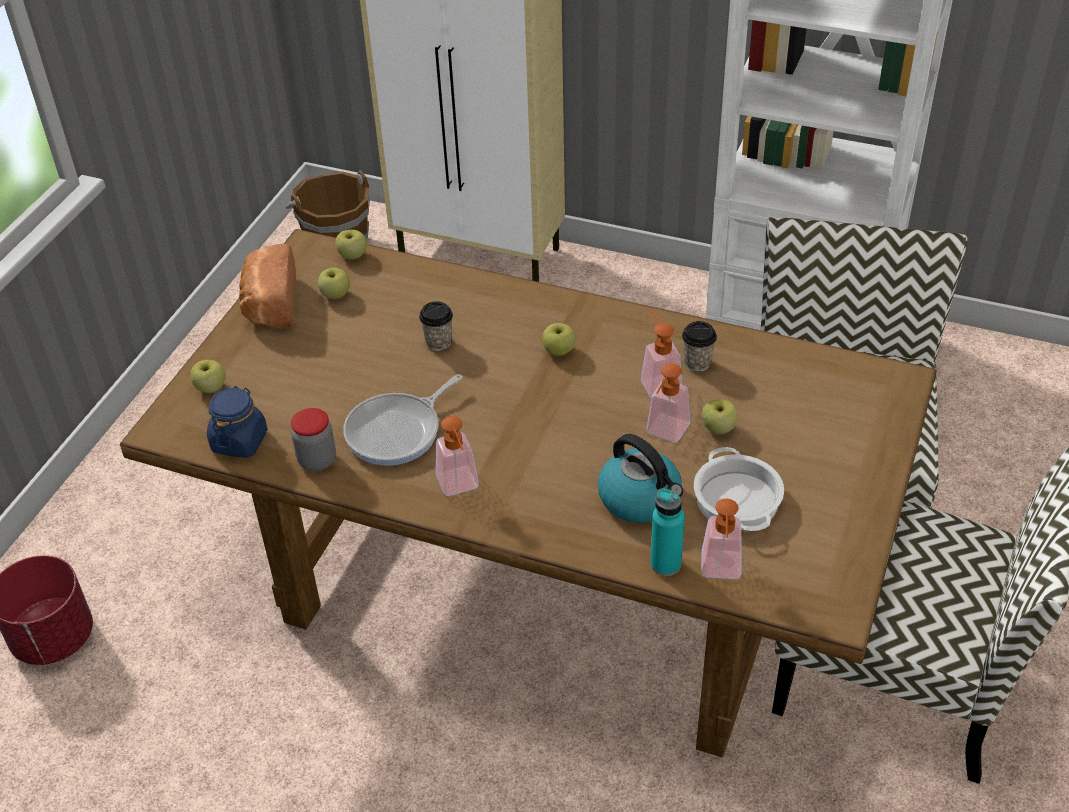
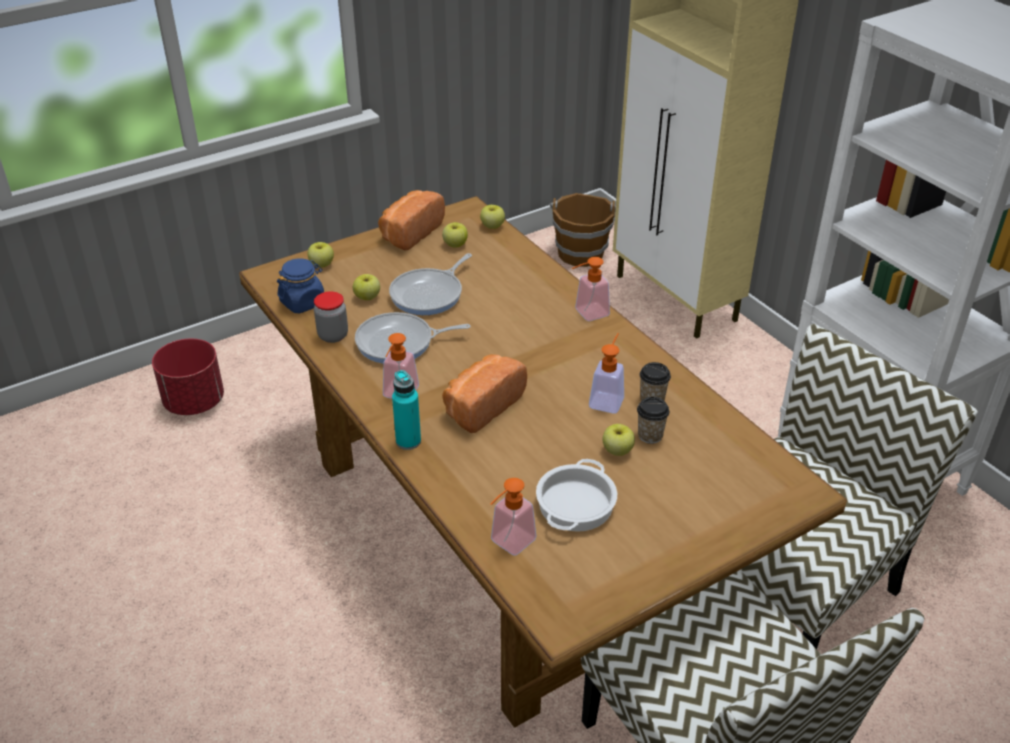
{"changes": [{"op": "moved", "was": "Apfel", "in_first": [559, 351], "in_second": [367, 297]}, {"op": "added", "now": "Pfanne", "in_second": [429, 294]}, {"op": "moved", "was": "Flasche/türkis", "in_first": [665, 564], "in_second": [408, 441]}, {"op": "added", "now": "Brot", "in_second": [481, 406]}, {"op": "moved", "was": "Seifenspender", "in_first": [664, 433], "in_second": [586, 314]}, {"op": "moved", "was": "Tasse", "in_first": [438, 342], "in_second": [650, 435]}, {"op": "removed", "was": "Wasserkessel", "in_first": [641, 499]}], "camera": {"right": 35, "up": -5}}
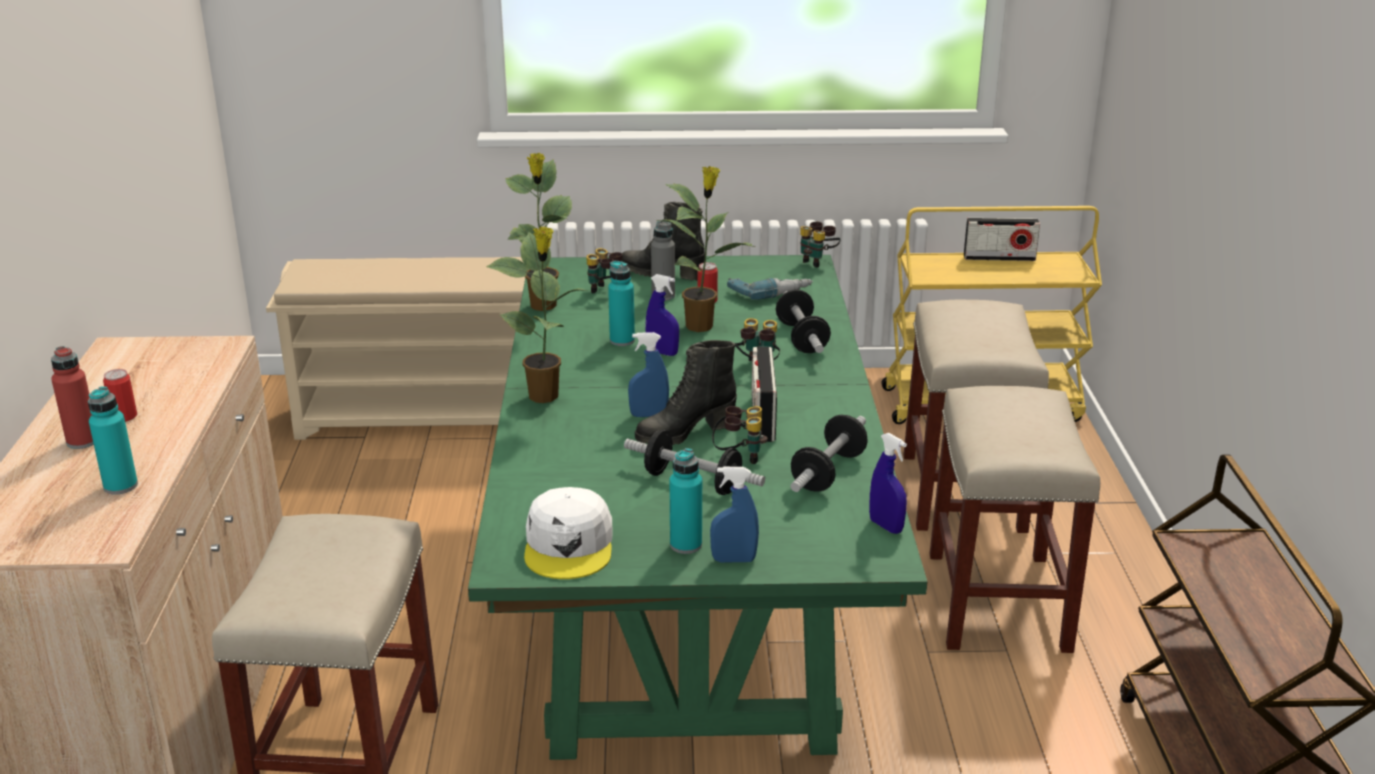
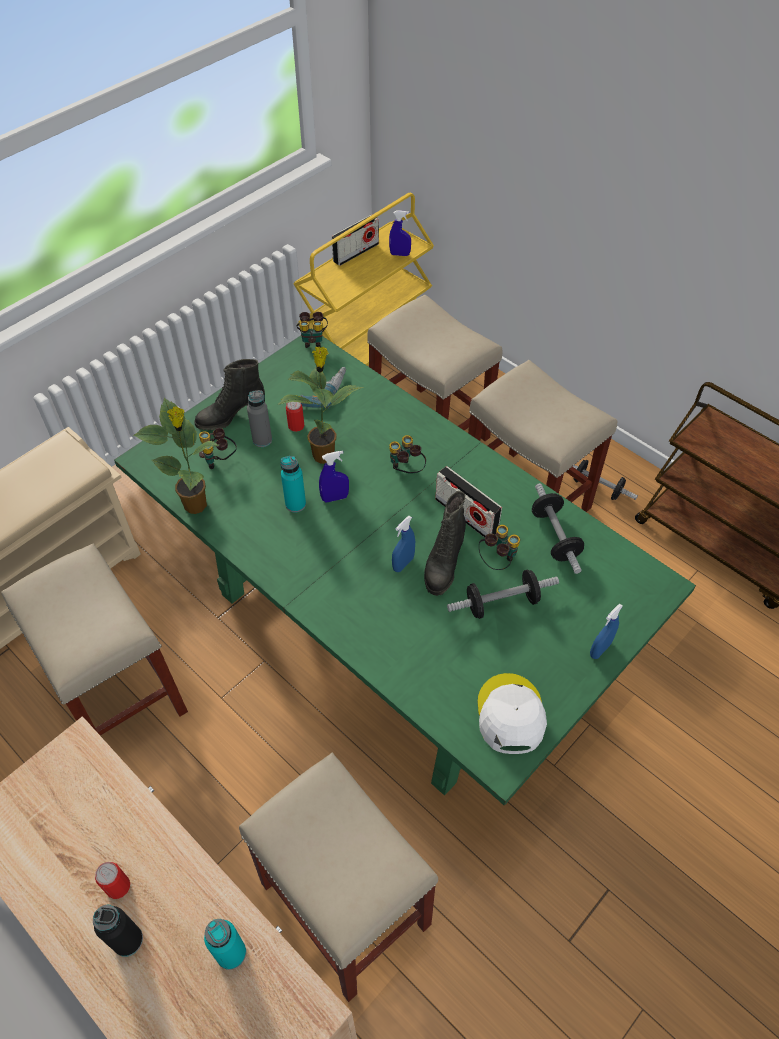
{"changes": [{"op": "added", "now": "Hocker/beige", "in_second": [117, 690]}, {"op": "recoloured", "was": "Flasche/rot", "now": "Flasche/schwarz", "in_first": [83, 441], "in_second": [127, 940]}, {"op": "moved", "was": "Sprühflasche/blau", "in_first": [886, 526], "in_second": [400, 254]}, {"op": "turned", "was": "Kappe/weiß", "in_first": [569, 545], "in_second": [510, 715], "clockwise": -135}, {"op": "moved", "was": "Hantel", "in_first": [801, 338], "in_second": [597, 487]}, {"op": "removed", "was": "Topfpflanze", "in_first": [545, 396]}, {"op": "removed", "was": "Flasche/türkis", "in_first": [686, 545]}], "camera": {"right": -45, "up": 25}}
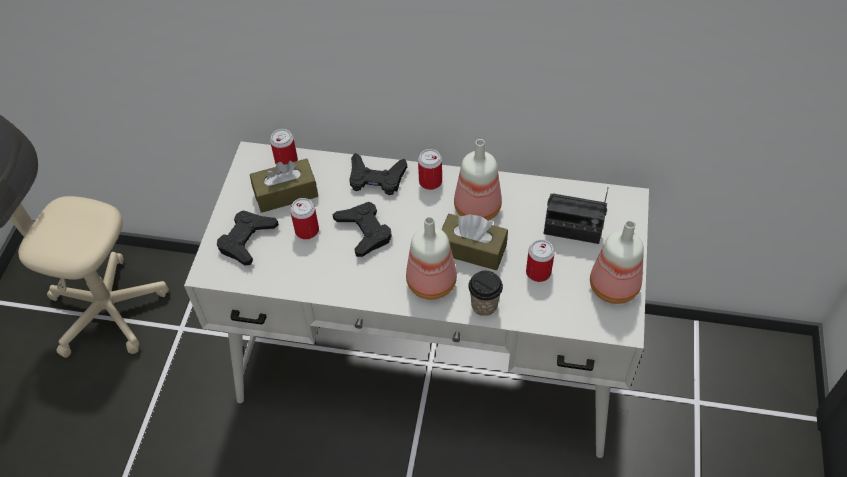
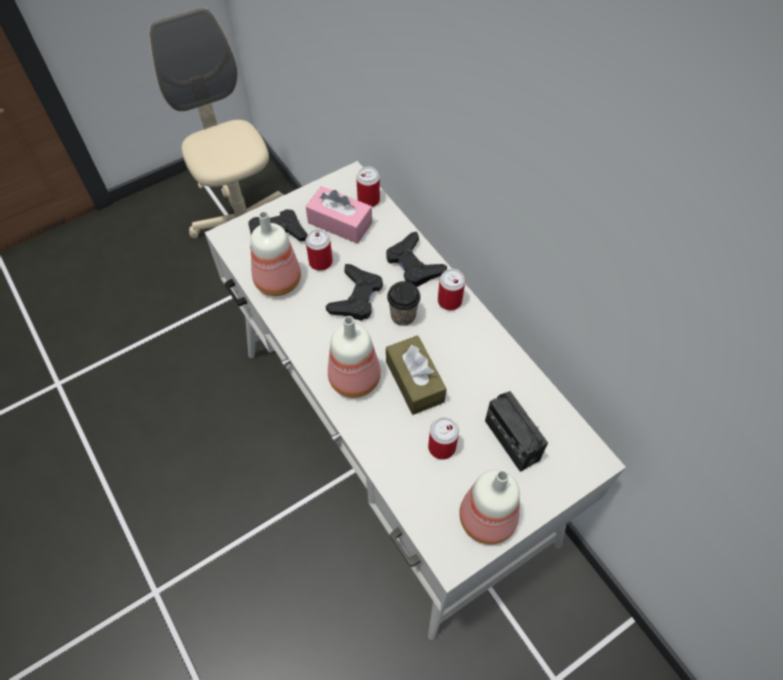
{"changes": [{"op": "moved", "was": "Flasche", "in_first": [478, 209], "in_second": [277, 282]}, {"op": "recoloured", "was": "Taschentuchbox/braun", "now": "Taschentuchbox/rosa", "in_first": [286, 193], "in_second": [340, 223]}, {"op": "moved", "was": "Tasse", "in_first": [484, 305], "in_second": [403, 315]}], "camera": {"right": 45, "up": 5}}
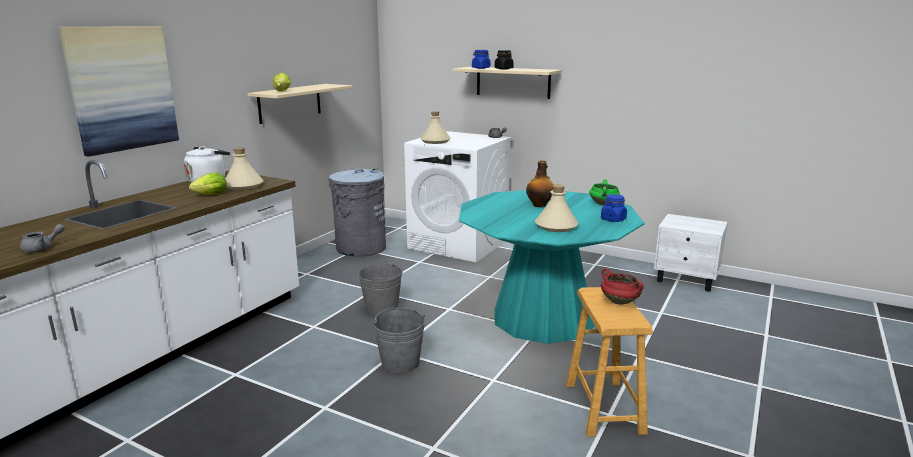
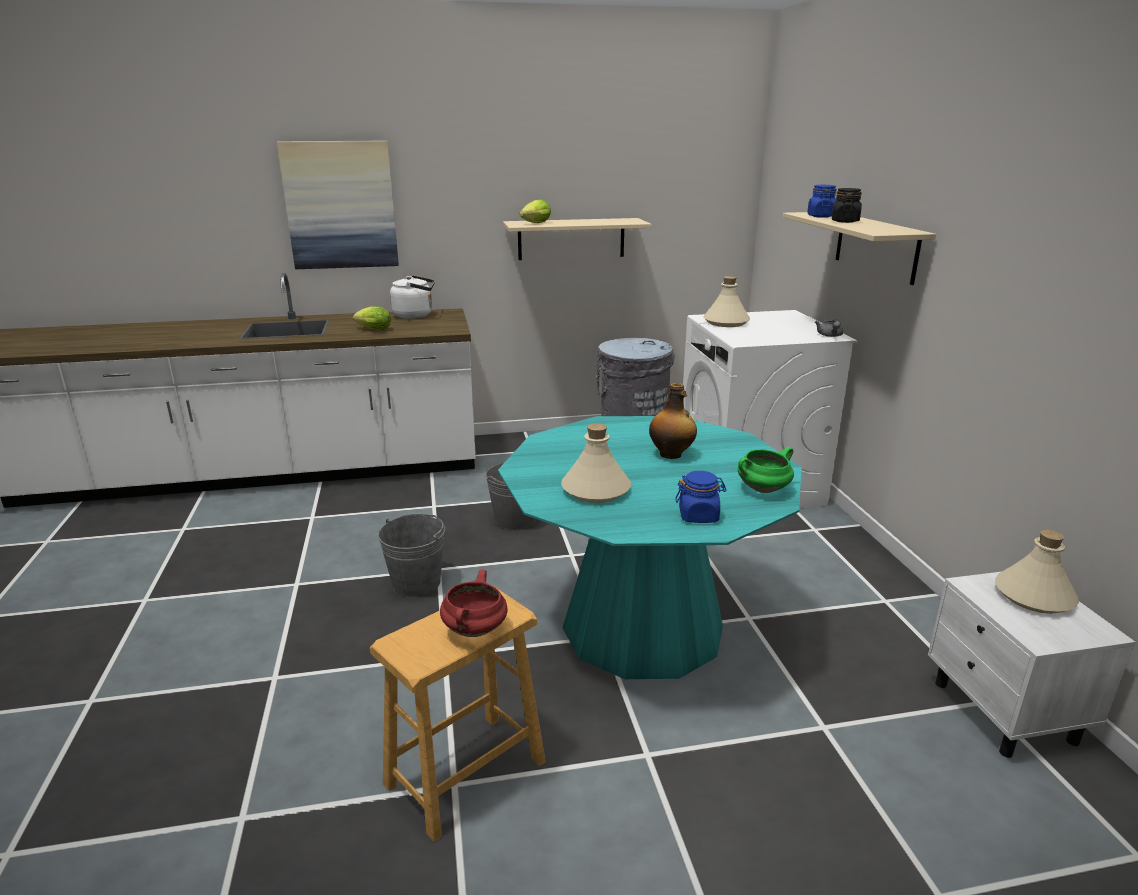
{"changes": [{"op": "moved", "was": "Flasche/beige", "in_first": [243, 186], "in_second": [1033, 596]}, {"op": "removed", "was": "Teekanne/grau", "in_first": [42, 248]}], "camera": {"right": 50, "up": 5}}
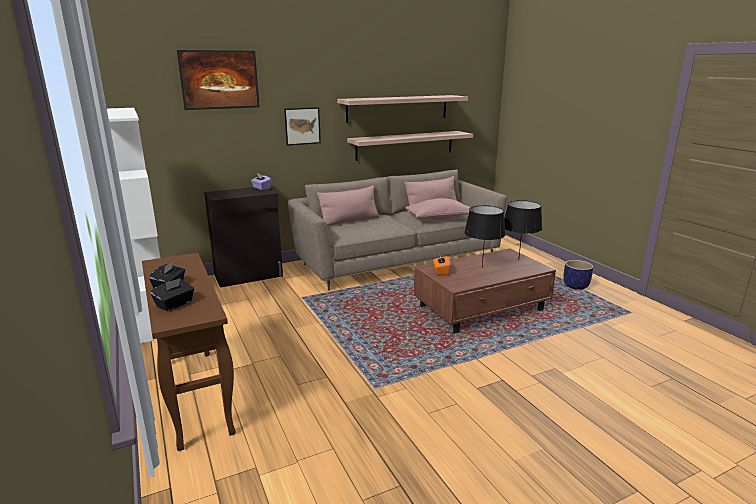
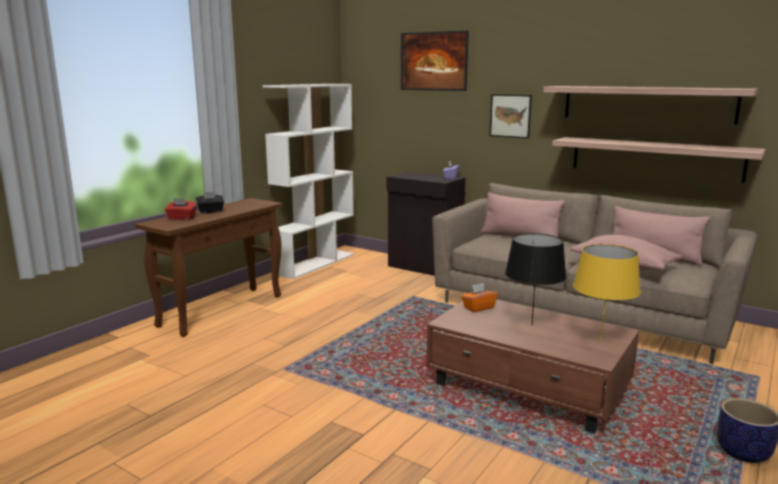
{"changes": [{"op": "recoloured", "was": "Taschentuchbox/schwarz", "now": "Taschentuchbox/rot", "in_first": [175, 304], "in_second": [181, 218]}, {"op": "recoloured", "was": "Tischlampe/schwarz", "now": "Tischlampe/gelb", "in_first": [518, 260], "in_second": [601, 342]}], "camera": {"right": 60, "up": -5}}
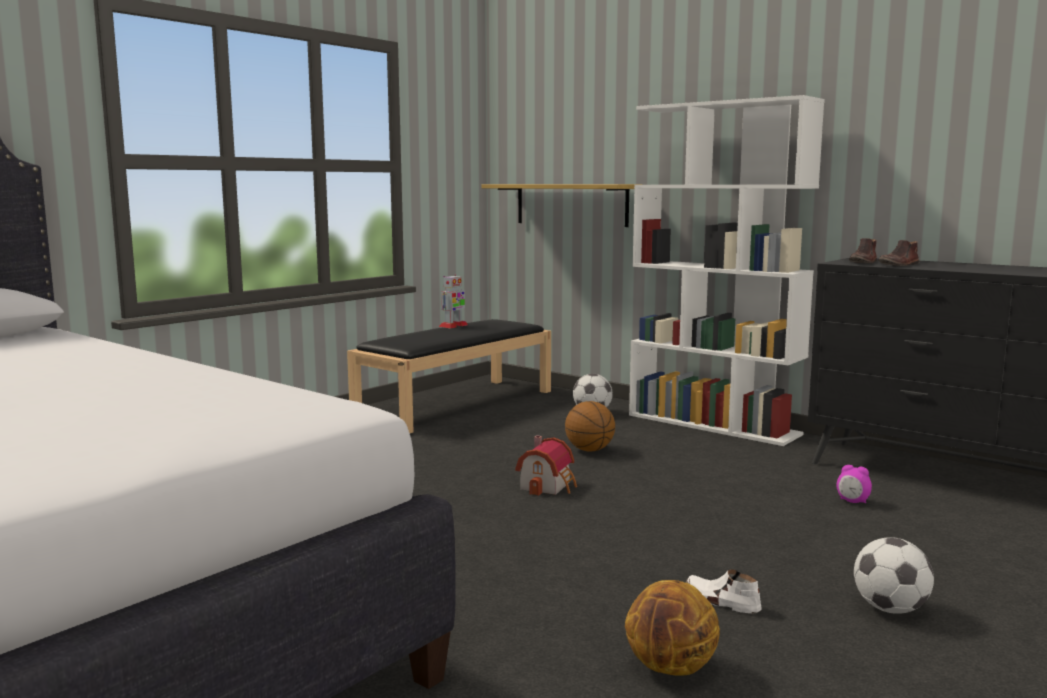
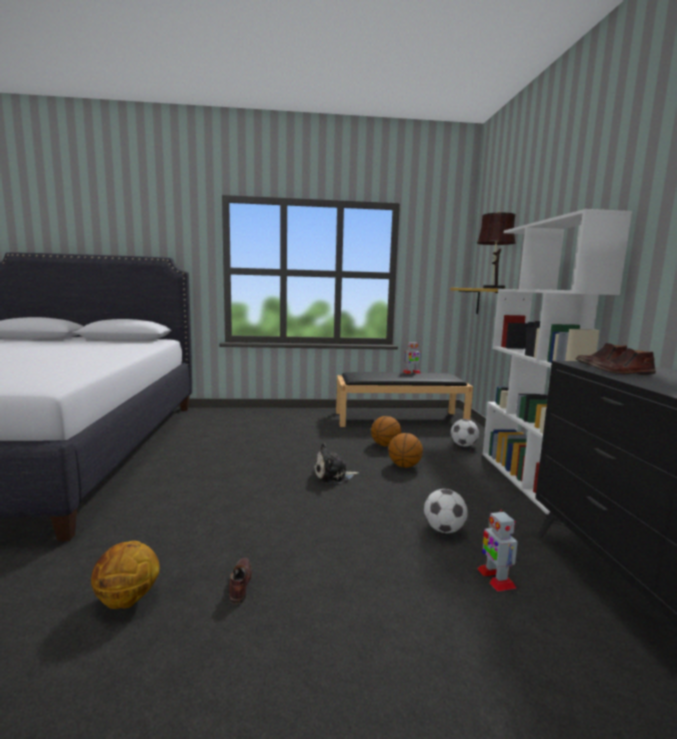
{"changes": [{"op": "recoloured", "was": "Schuh/weiß", "now": "Schuh/braun", "in_first": [721, 601], "in_second": [239, 584]}, {"op": "replaced", "was": "Spielzeughaus", "now": "Plüschtier", "in_first": [548, 485], "in_second": [333, 476]}, {"op": "added", "now": "Basketball", "in_second": [385, 445]}, {"op": "moved", "was": "Fußball", "in_first": [890, 609], "in_second": [443, 530]}, {"op": "added", "now": "Tischlampe/braun", "in_second": [492, 288]}, {"op": "replaced", "was": "Wecker", "now": "Spielzeugroboter", "in_first": [852, 501], "in_second": [495, 578]}], "camera": {"right": 45, "up": 0}}
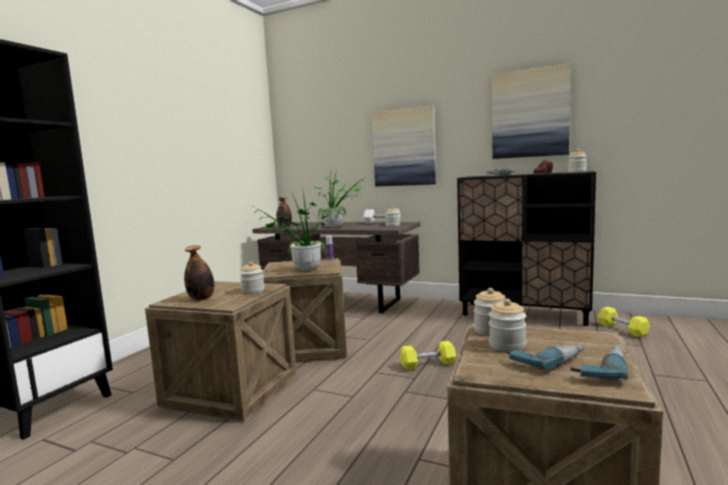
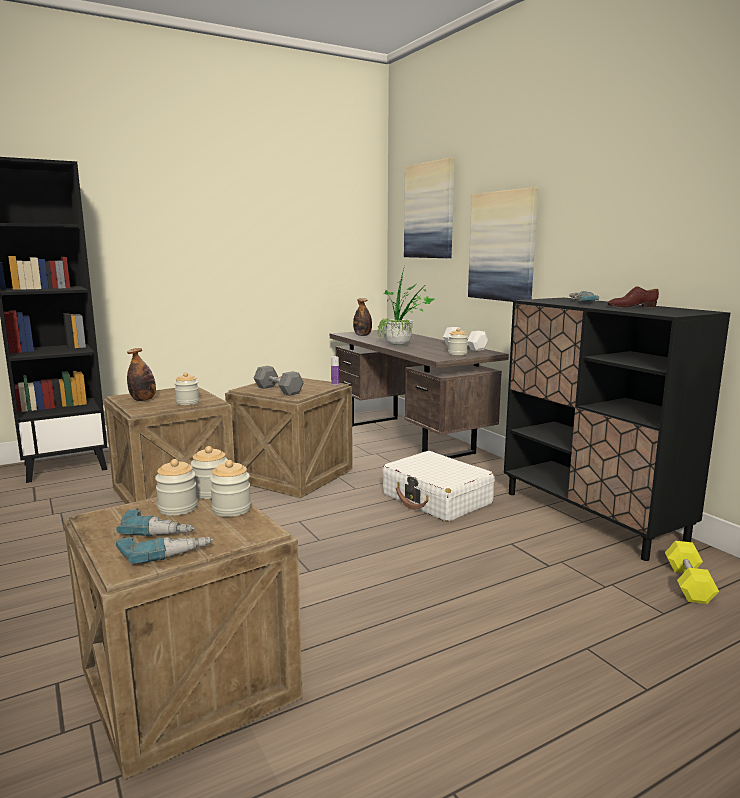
{"changes": [{"op": "moved", "was": "Vorratsglas", "in_first": [577, 172], "in_second": [231, 509]}, {"op": "replaced", "was": "Topfpflanze", "now": "Hantel/grau", "in_first": [301, 270], "in_second": [278, 390]}, {"op": "added", "now": "Koffer/weiß", "in_second": [437, 499]}, {"op": "moved", "was": "Bild", "in_first": [530, 114], "in_second": [429, 211]}, {"op": "removed", "was": "Hantel/gelb", "in_first": [428, 364]}], "camera": {"right": 35, "up": 5}}
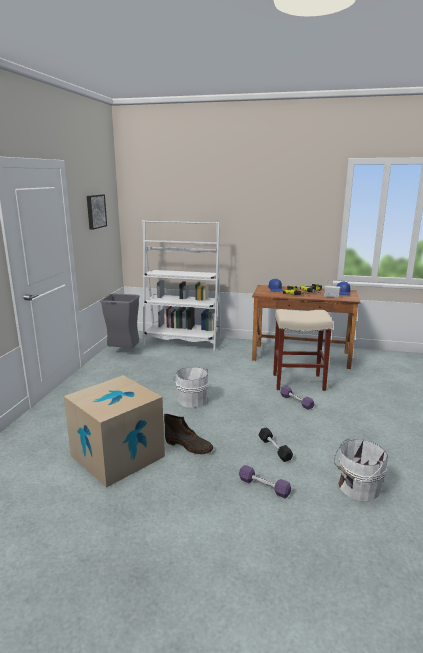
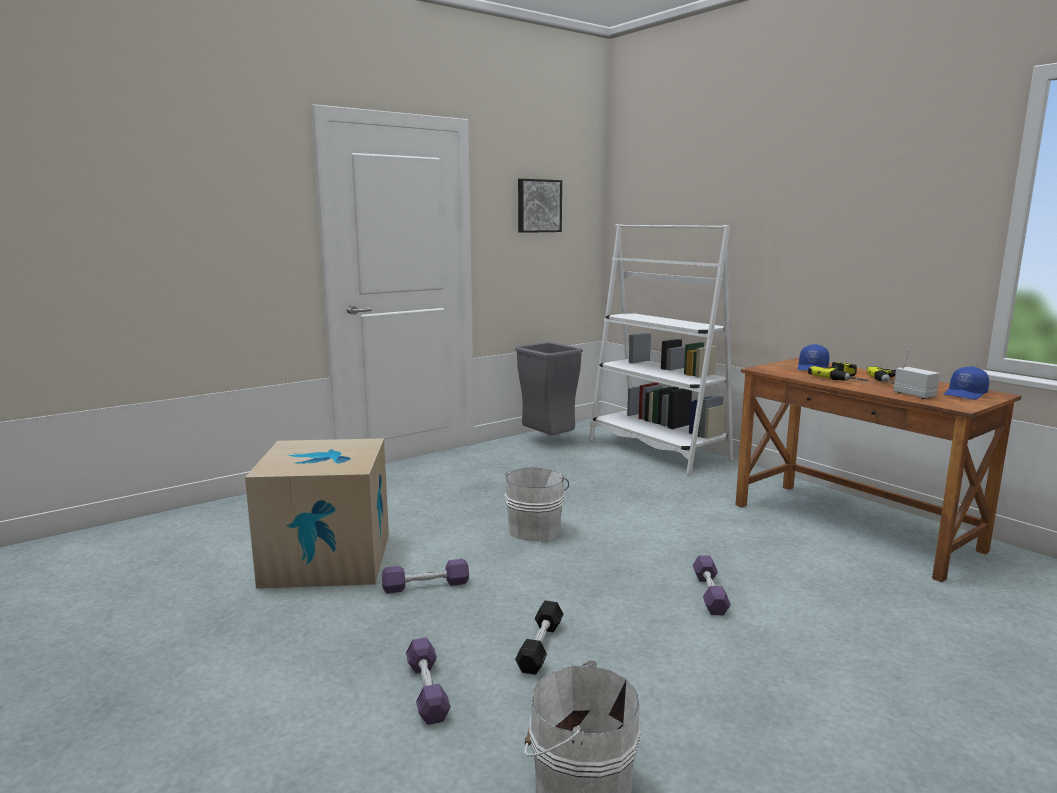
{"changes": [{"op": "replaced", "was": "Stiefel/braun", "now": "Hantel/lila", "in_first": [189, 446], "in_second": [426, 585]}, {"op": "removed", "was": "Hocker/beige", "in_first": [297, 382]}], "camera": {"right": 40, "up": -5}}
